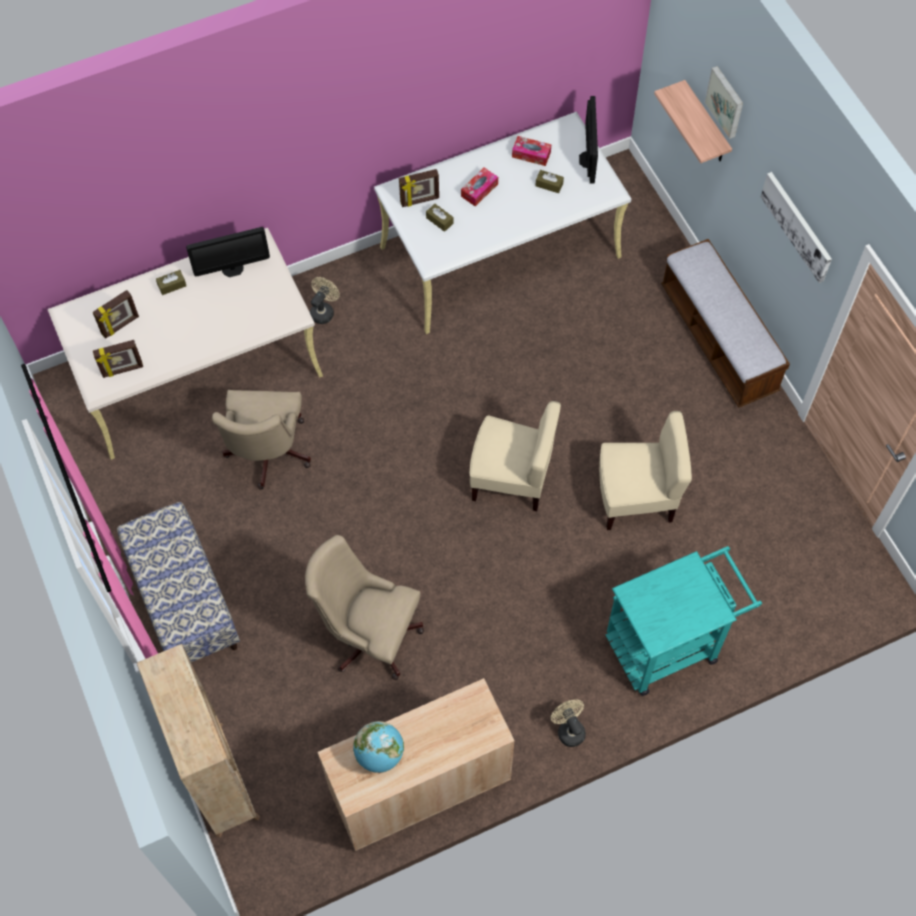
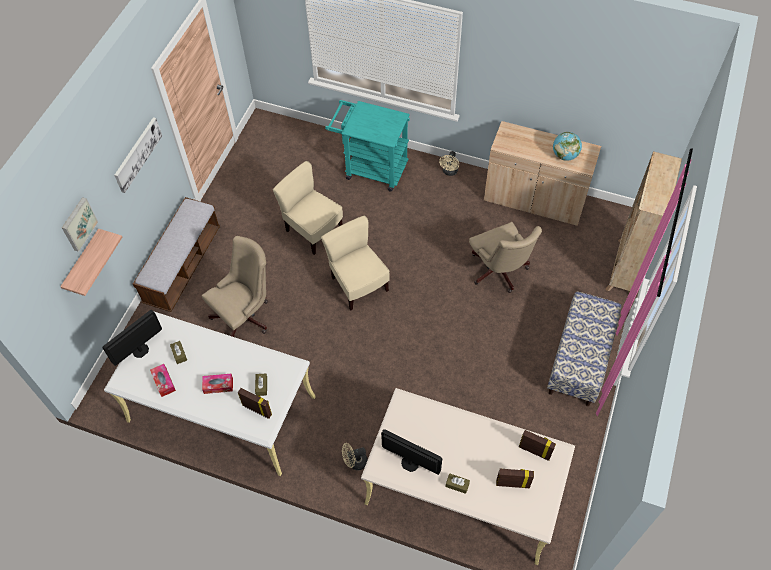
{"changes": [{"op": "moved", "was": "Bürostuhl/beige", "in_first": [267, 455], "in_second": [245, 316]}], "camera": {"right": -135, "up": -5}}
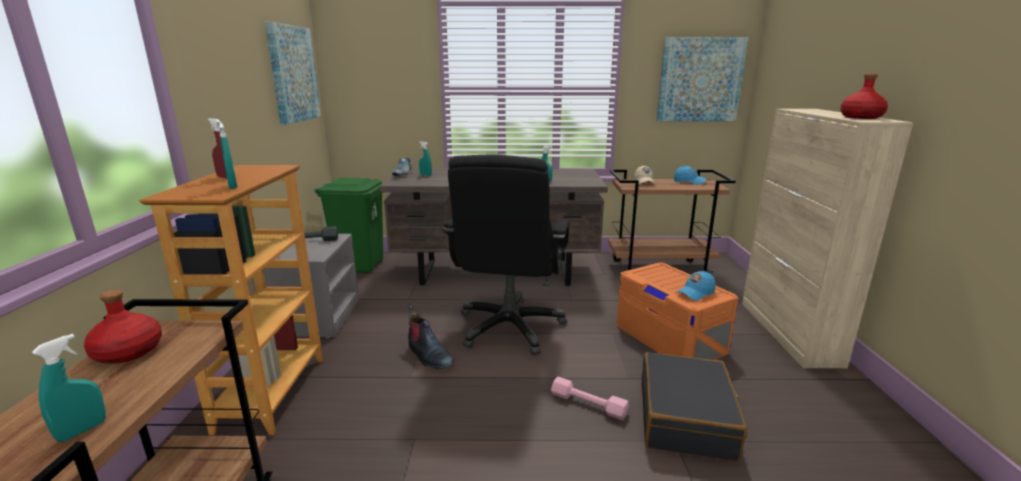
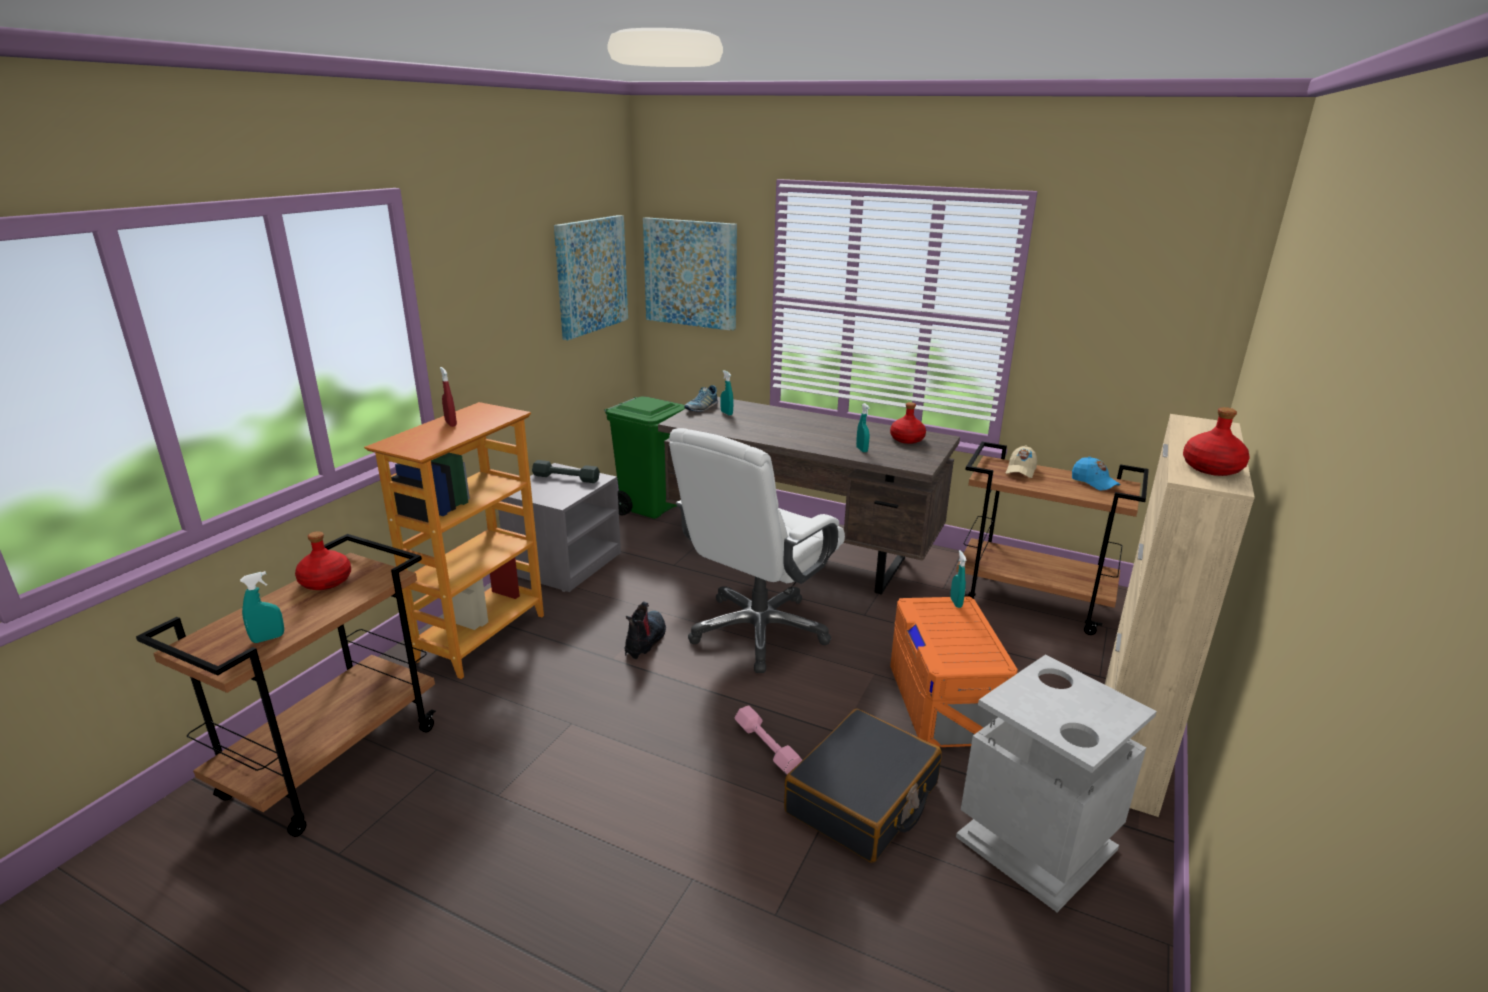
{"changes": [{"op": "turned", "was": "Stiefel", "in_first": [428, 355], "in_second": [645, 640], "clockwise": -150}, {"op": "moved", "was": "Bild", "in_first": [700, 80], "in_second": [691, 273]}, {"op": "recoloured", "was": "Bürostuhl/schwarz", "now": "Bürostuhl/weiß", "in_first": [510, 327], "in_second": [758, 631]}, {"op": "added", "now": "Flasche/rot", "in_second": [906, 439]}, {"op": "moved", "was": "Sprühflasche/türkis", "in_first": [233, 186], "in_second": [956, 603]}, {"op": "added", "now": "Mülleimer/grau", "in_second": [1036, 844]}, {"op": "removed", "was": "Kappe/blau", "in_first": [695, 293]}], "camera": {"right": 25, "up": 5}}
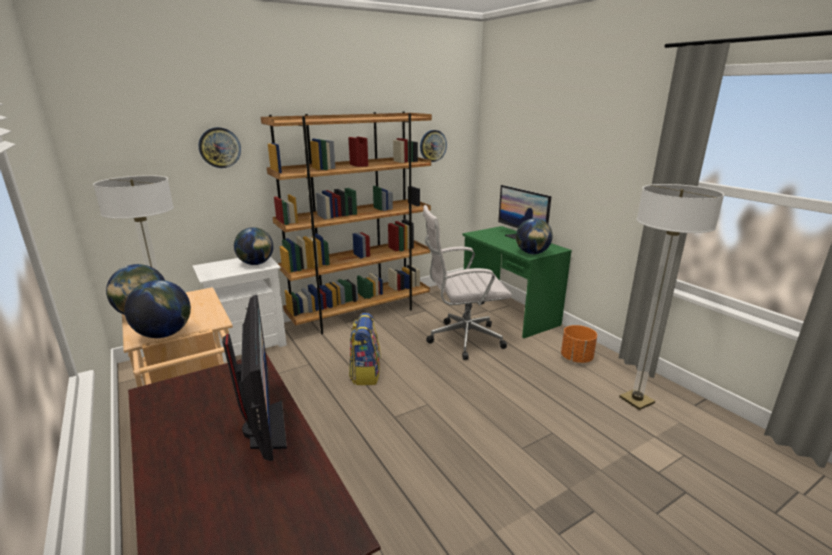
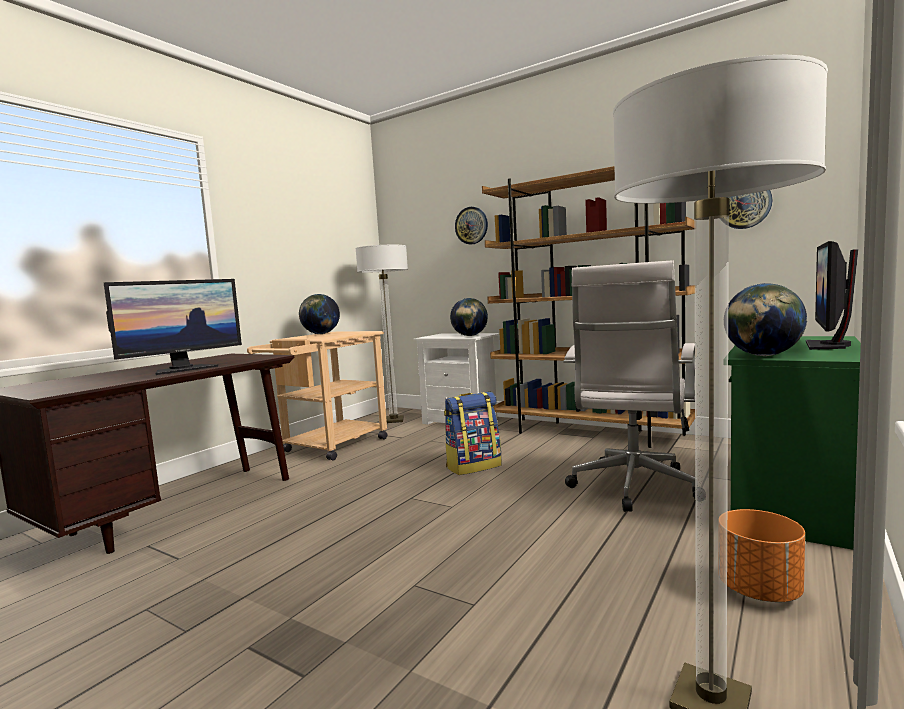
{"changes": [{"op": "turned", "was": "Bürostuhl/weiß", "in_first": [462, 339], "in_second": [633, 489], "clockwise": -120}, {"op": "removed", "was": "Globus", "in_first": [164, 334]}], "camera": {"right": 65, "up": -15}}
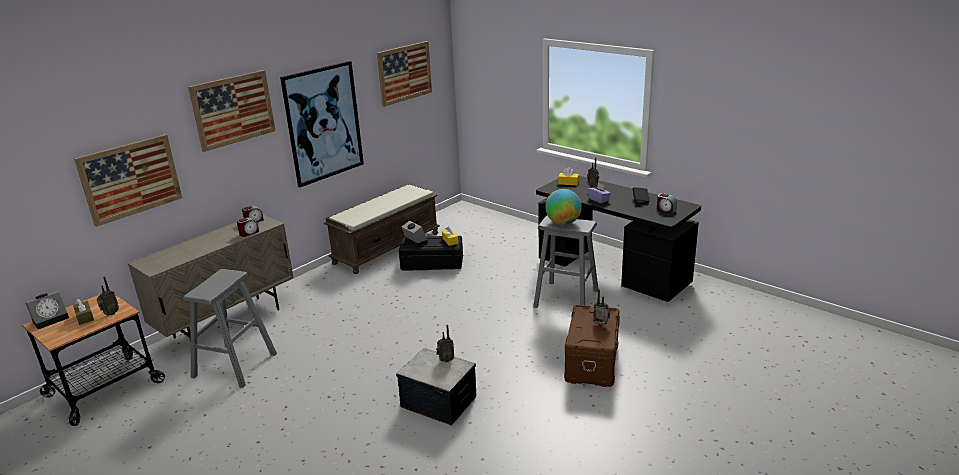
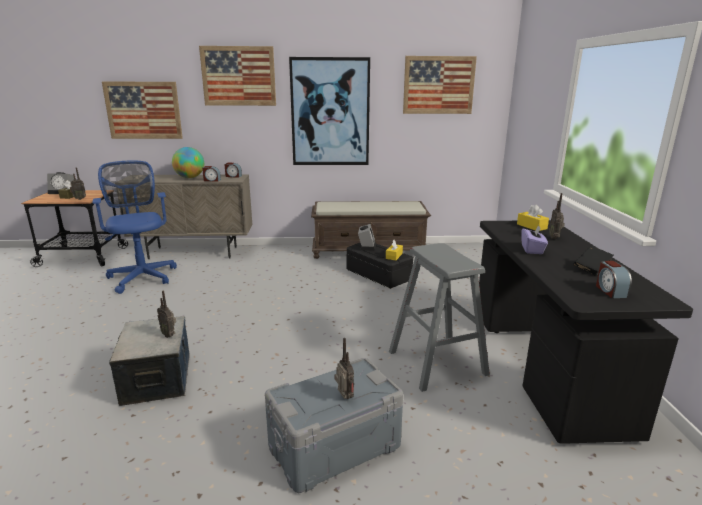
{"changes": [{"op": "replaced", "was": "Hocker/grau", "now": "Bürostuhl/blau", "in_first": [235, 365], "in_second": [143, 276]}, {"op": "moved", "was": "Globus", "in_first": [563, 223], "in_second": [190, 177]}, {"op": "recoloured", "was": "Aufbewahrungsbox/braun", "now": "Aufbewahrungsbox/grau", "in_first": [591, 362], "in_second": [334, 446]}], "camera": {"right": 45, "up": -5}}
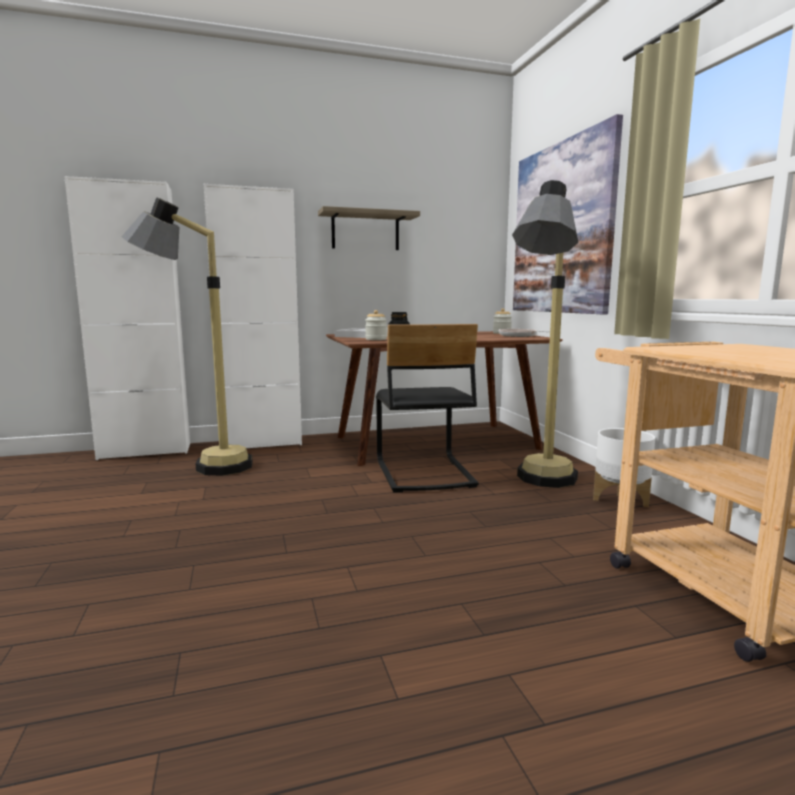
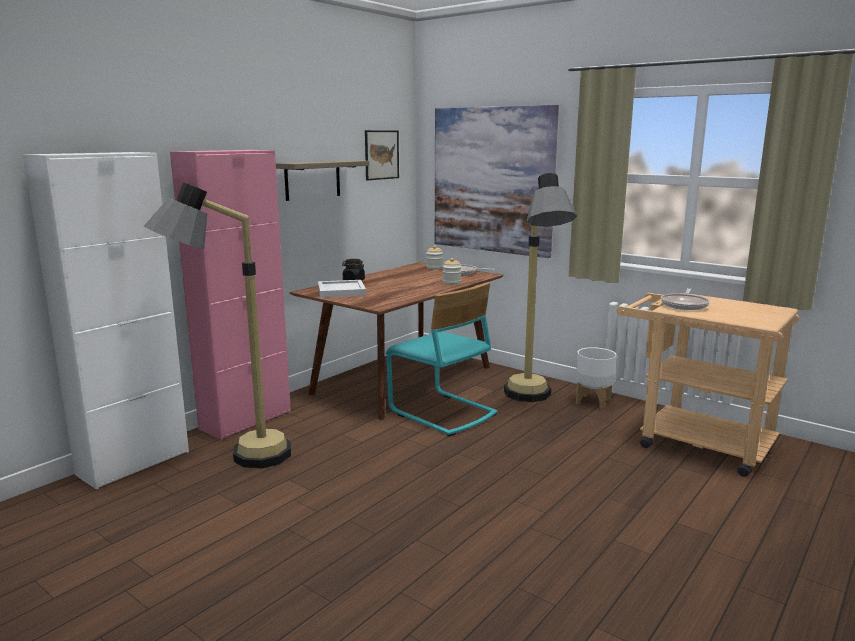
{"changes": [{"op": "recoloured", "was": "Schrank/weiß", "now": "Schrank/rosa", "in_first": [261, 443], "in_second": [246, 420]}, {"op": "added", "now": "Bild", "in_second": [381, 155]}, {"op": "recoloured", "was": "Stuhl/schwarz", "now": "Stuhl/türkis", "in_first": [423, 473], "in_second": [442, 413]}, {"op": "moved", "was": "Vorratsglas", "in_first": [376, 339], "in_second": [451, 283]}, {"op": "added", "now": "Pfanne", "in_second": [684, 305]}], "camera": {"right": -35, "up": 5}}
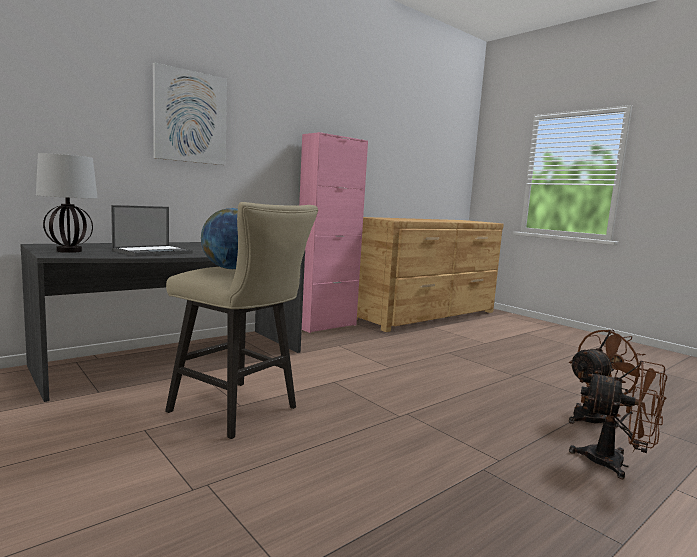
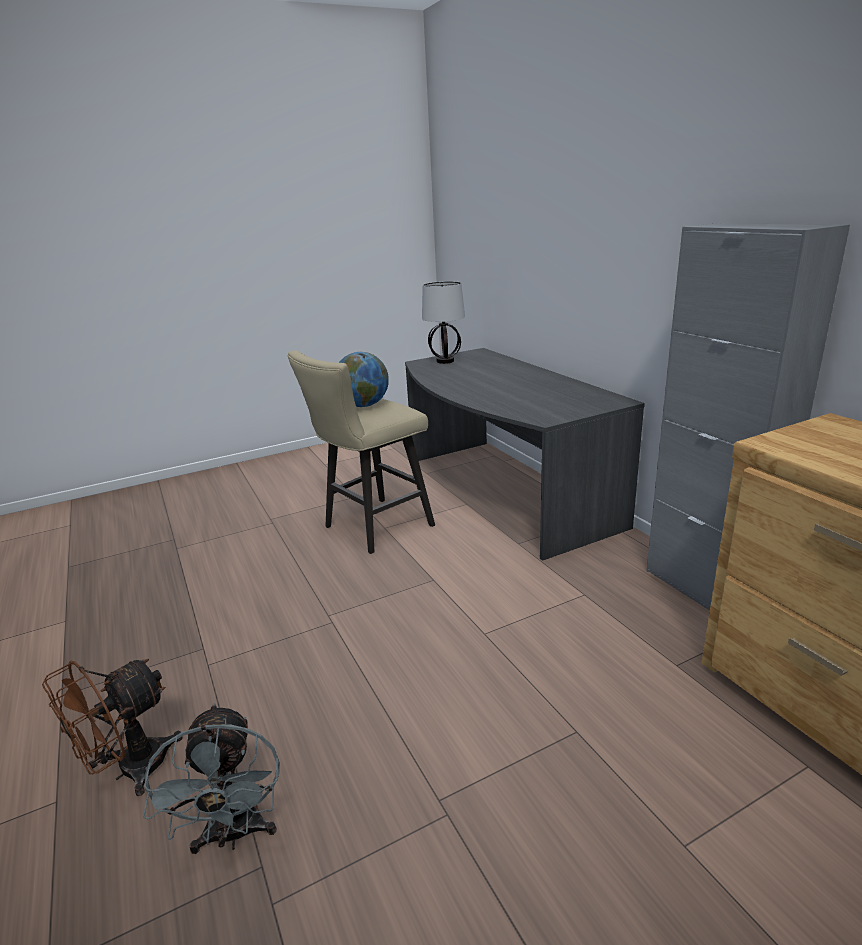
{"changes": [{"op": "recoloured", "was": "Ventilator/braun", "now": "Ventilator/grau", "in_first": [593, 417], "in_second": [234, 835]}, {"op": "recoloured", "was": "Schrank/rosa", "now": "Schrank/grau", "in_first": [325, 325], "in_second": [704, 589]}, {"op": "removed", "was": "Laptop", "in_first": [153, 252]}, {"op": "removed", "was": "Bild", "in_first": [190, 117]}], "camera": {"right": 105, "up": 15}}
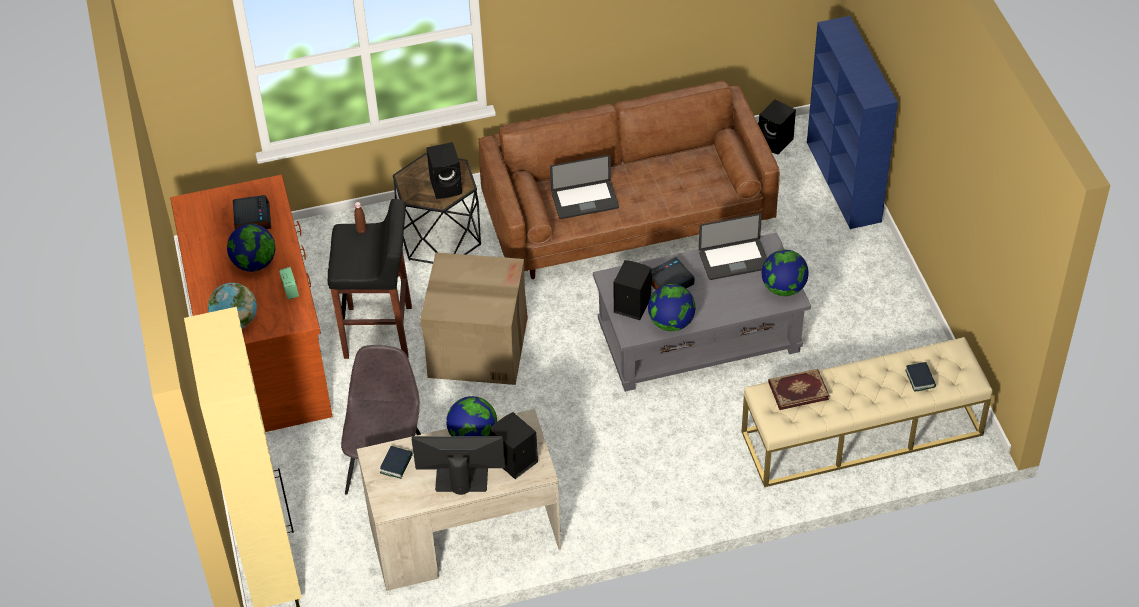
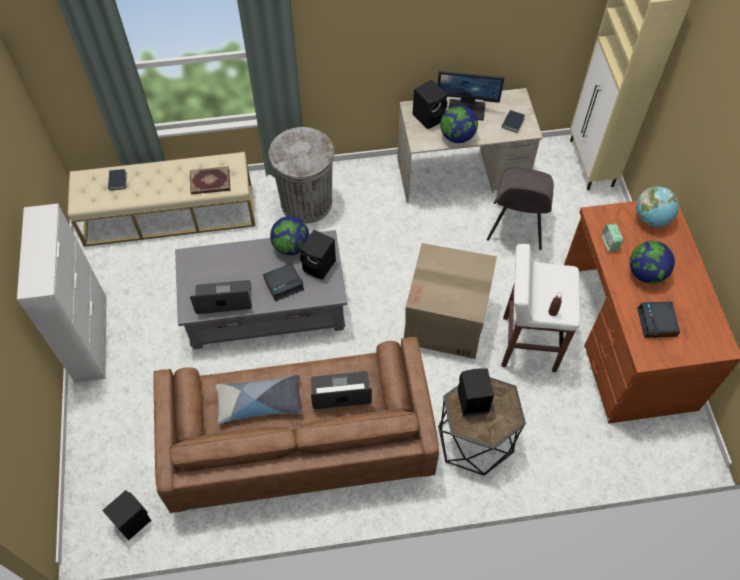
{"changes": [{"op": "added", "now": "Schrank/weiß", "in_second": [91, 338]}, {"op": "added", "now": "Kissen", "in_second": [260, 403]}, {"op": "added", "now": "Mülleimer/grau", "in_second": [306, 202]}, {"op": "recoloured", "was": "Hocker/schwarz", "now": "Hocker/weiß", "in_first": [380, 332], "in_second": [527, 343]}, {"op": "removed", "was": "Globus", "in_first": [783, 288]}, {"op": "removed", "was": "Bücherregal/blau", "in_first": [844, 182]}], "camera": {"right": -175, "up": 10}}
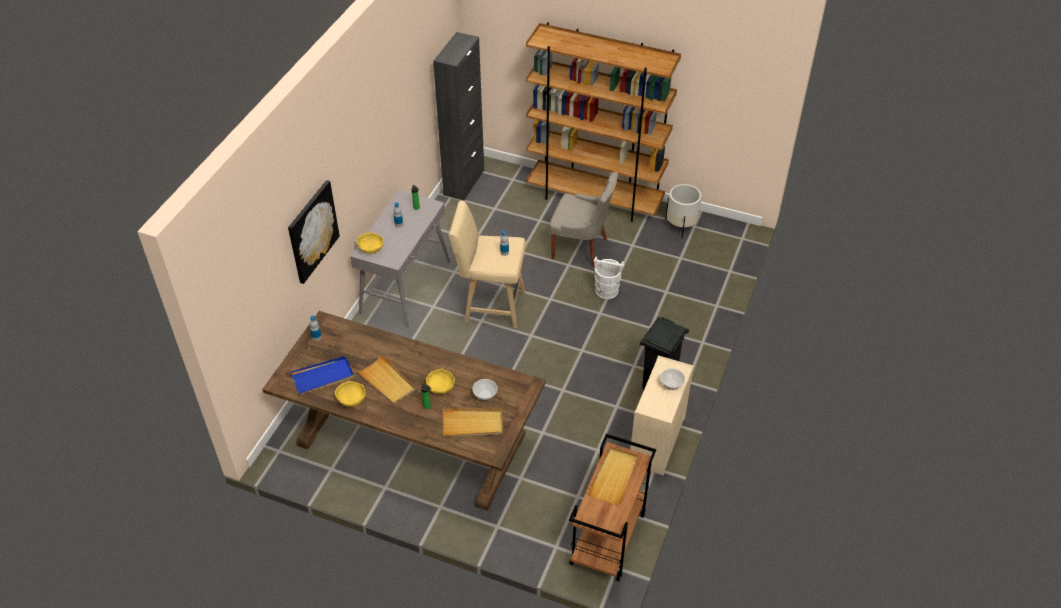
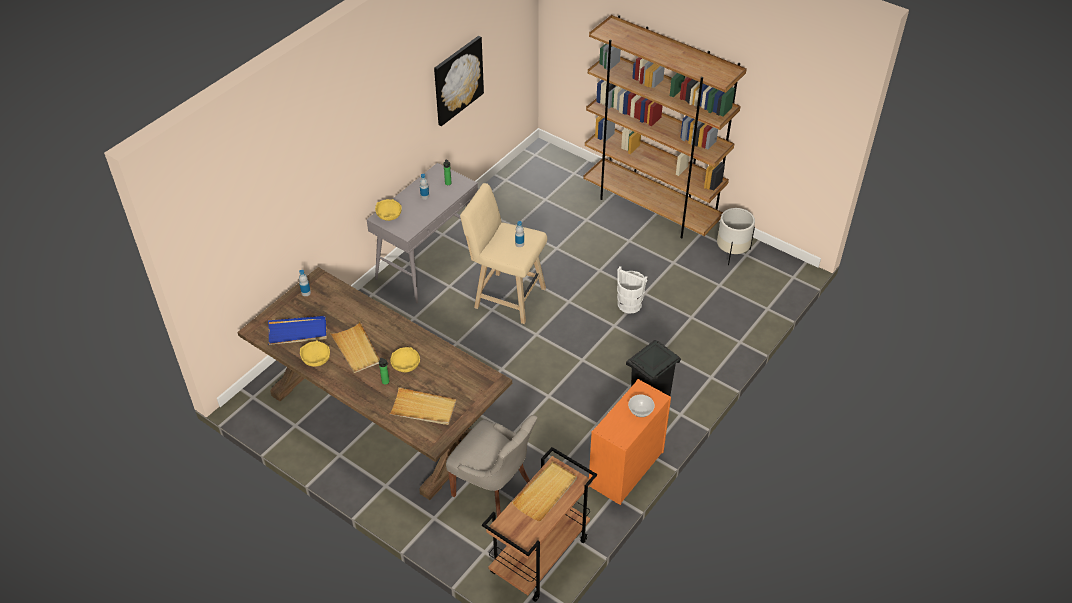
{"changes": [{"op": "moved", "was": "Bild", "in_first": [312, 231], "in_second": [457, 80]}, {"op": "moved", "was": "Stuhl/grau", "in_first": [581, 248], "in_second": [494, 488]}, {"op": "recoloured", "was": "Kommode/beige", "now": "Kommode/orange", "in_first": [656, 442], "in_second": [625, 469]}, {"op": "removed", "was": "Schrank/schwarz", "in_first": [464, 182]}, {"op": "removed", "was": "Schüssel", "in_first": [485, 395]}], "camera": {"right": 15, "up": 0}}
